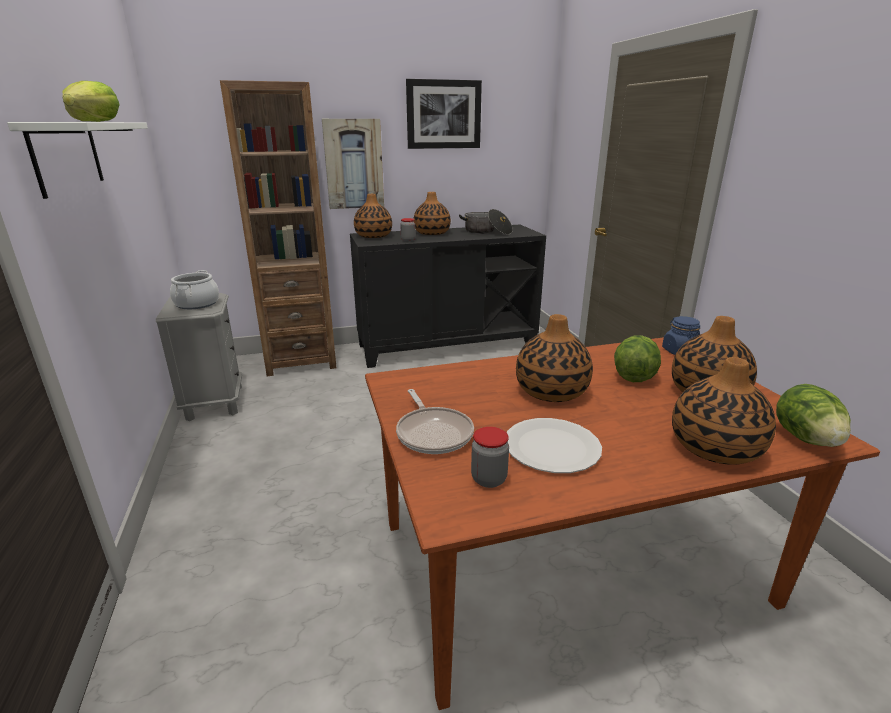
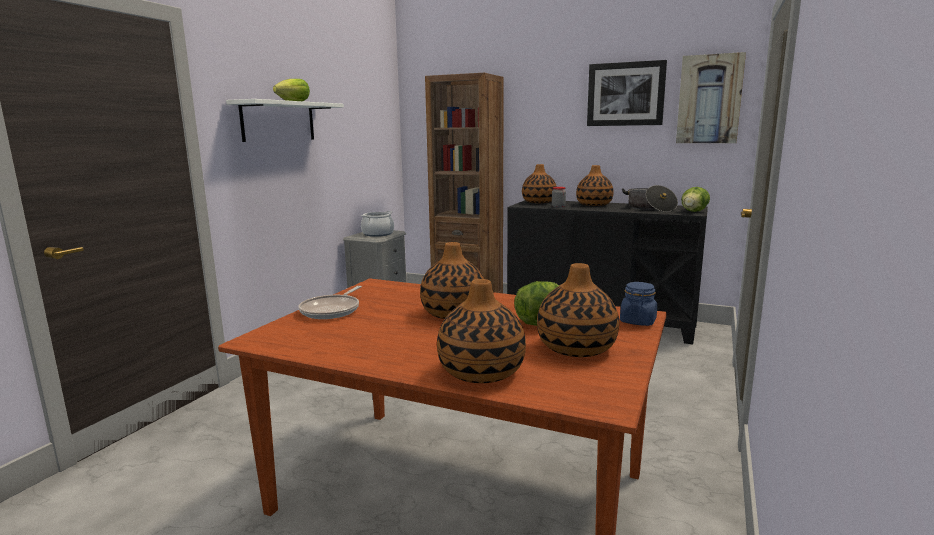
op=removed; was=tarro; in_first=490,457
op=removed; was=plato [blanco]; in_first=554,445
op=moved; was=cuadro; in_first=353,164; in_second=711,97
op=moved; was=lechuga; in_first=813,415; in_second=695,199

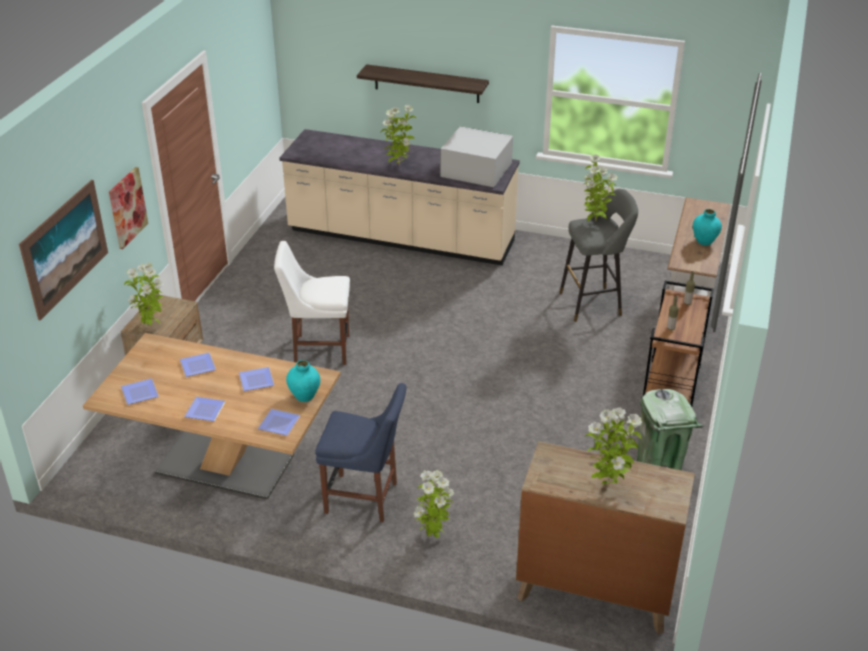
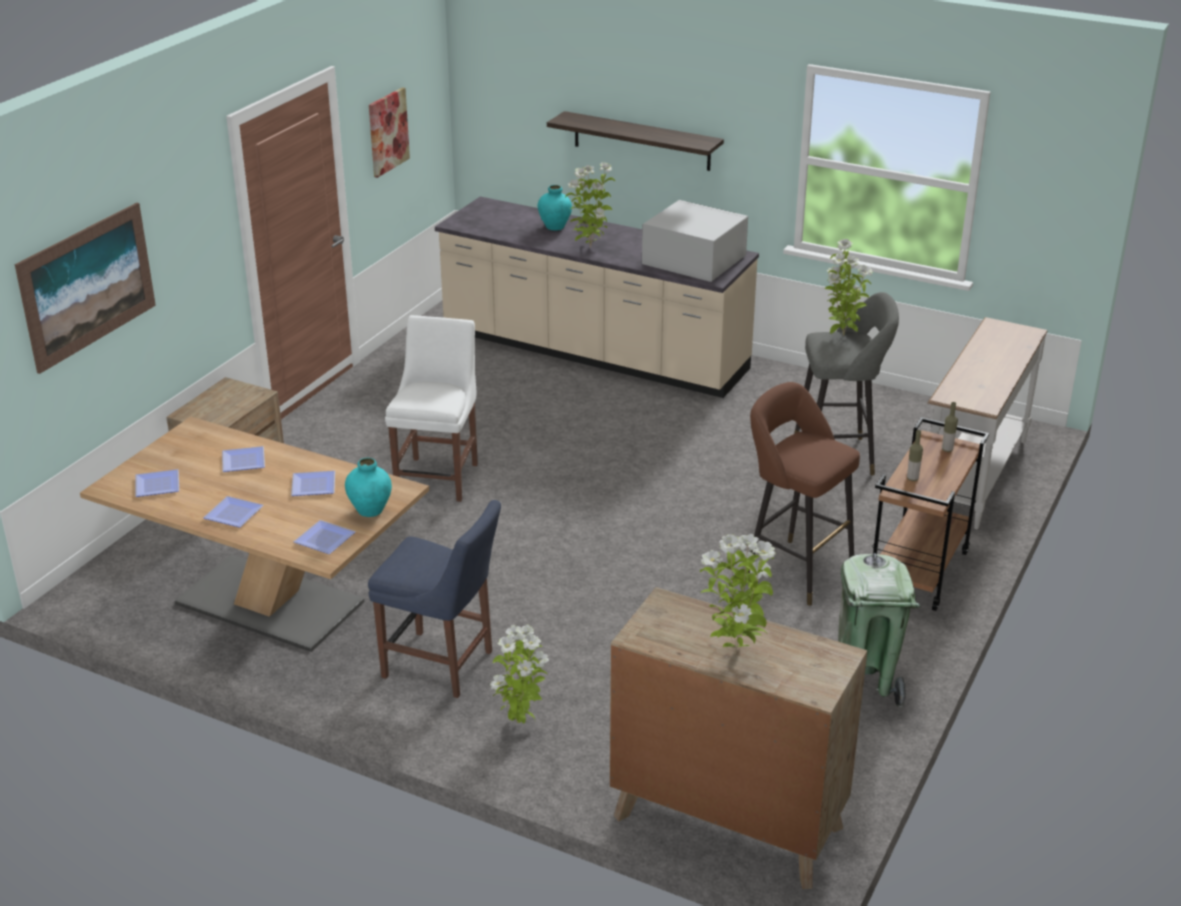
op=removed; was=planta en maceta; in_first=144,294
op=added; now=taburete [marrón]; in_second=804,494
op=moved; was=cuadro; in_first=128,208; in_second=389,132
op=moved; was=florero [turquesa]; in_first=707,227; in_second=555,208
op=turned; was=silla [blanco]; in_first=312,303; in_second=431,408; clockwise=90

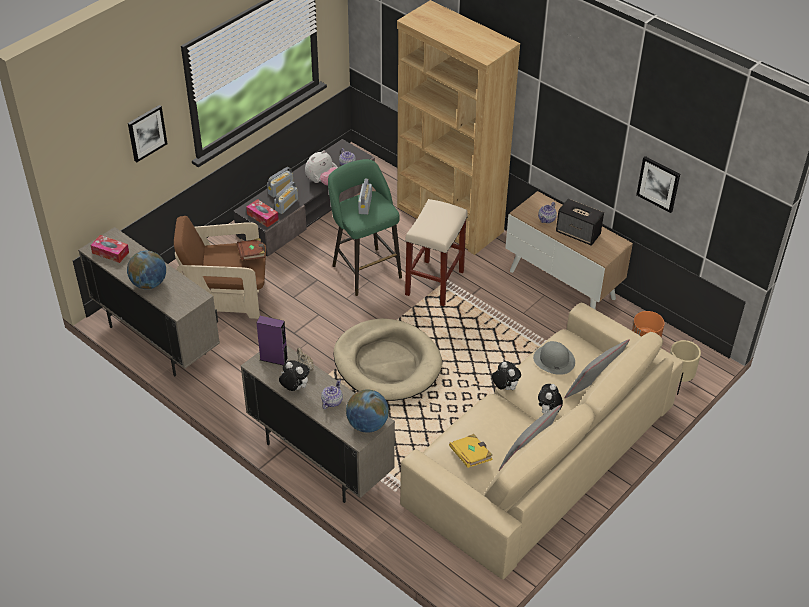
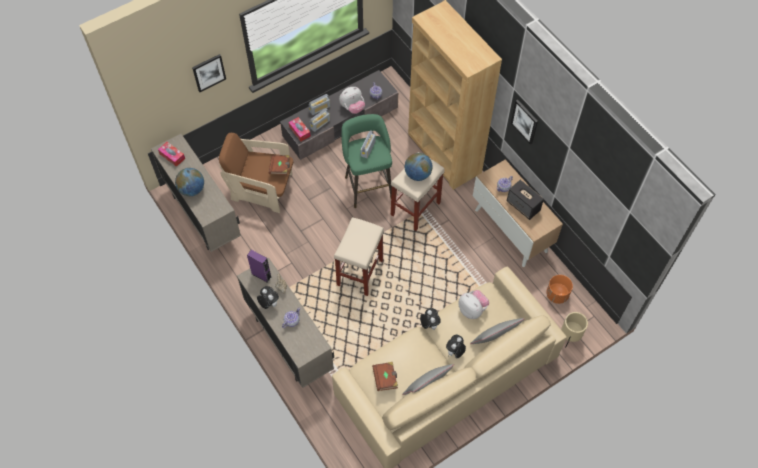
op=moved; was=globo terráqueo; in_first=367,411; in_second=418,167
op=moved; was=cuadro; in_first=658,184; in_second=524,122
op=replaced; was=cama para perro [beis]; now=taburete [beis]; in_first=387,359; in_second=359,256
op=replaced; was=sombrero [gris]; now=peluche; in_first=554,358; in_second=473,304
op=recoloured; was=libro [amarillo]; now=libro [marrón]; in_first=471,451; in_second=385,376

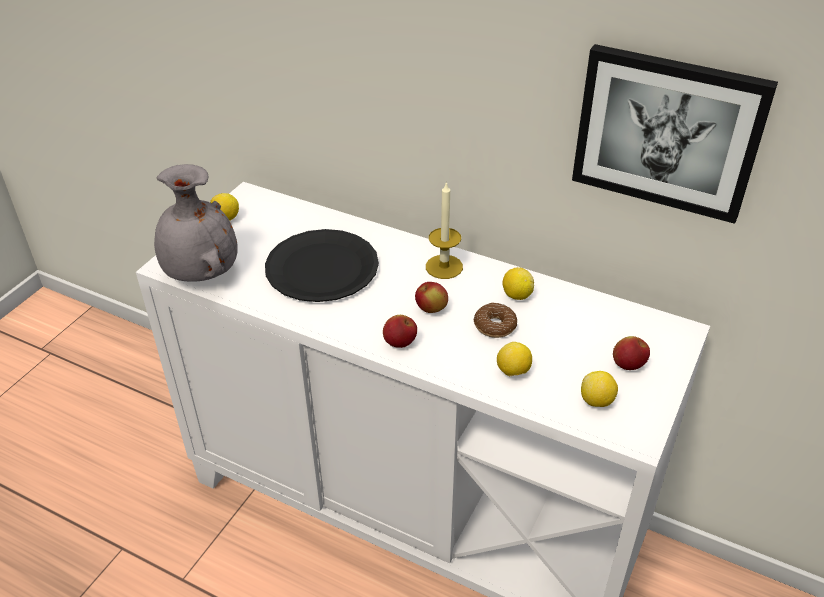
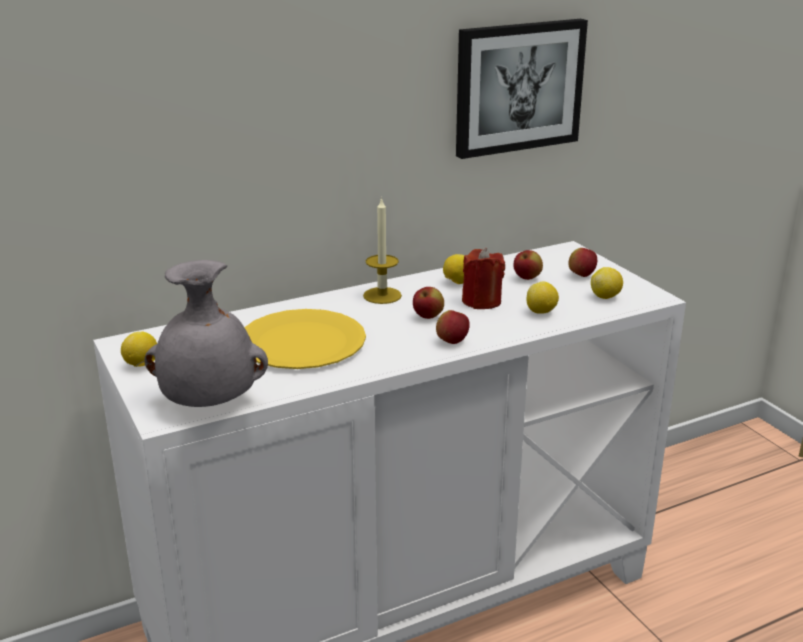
op=added; now=manzana; in_second=528,265
op=replaced; was=rosquilla; now=vela [rojo]; in_first=495,320; in_second=483,278
op=recoloured; was=plato [negro]; now=plato [amarillo]; in_first=322,265; in_second=305,339

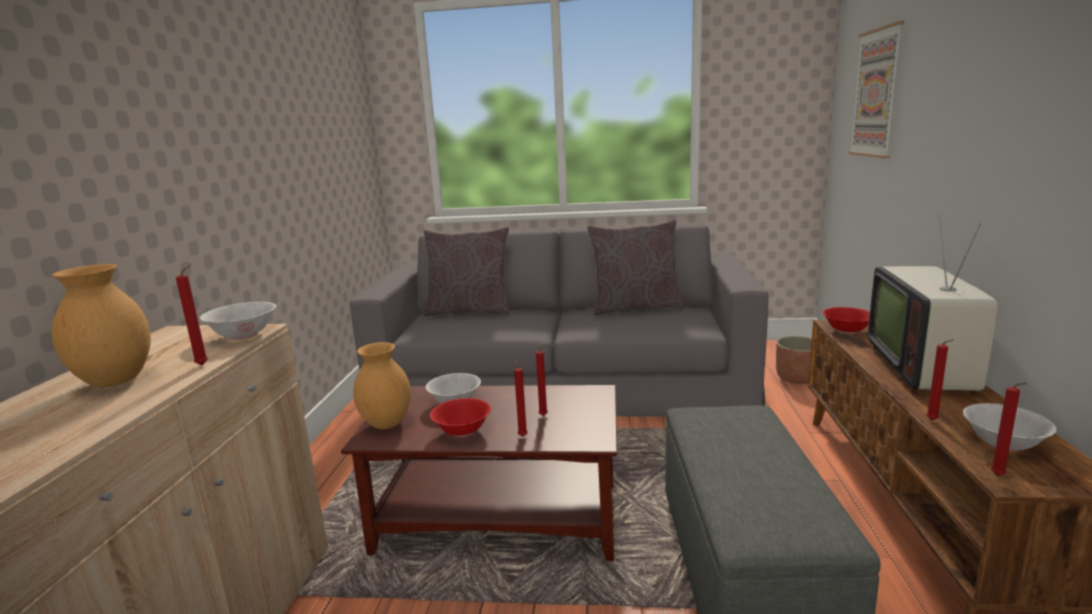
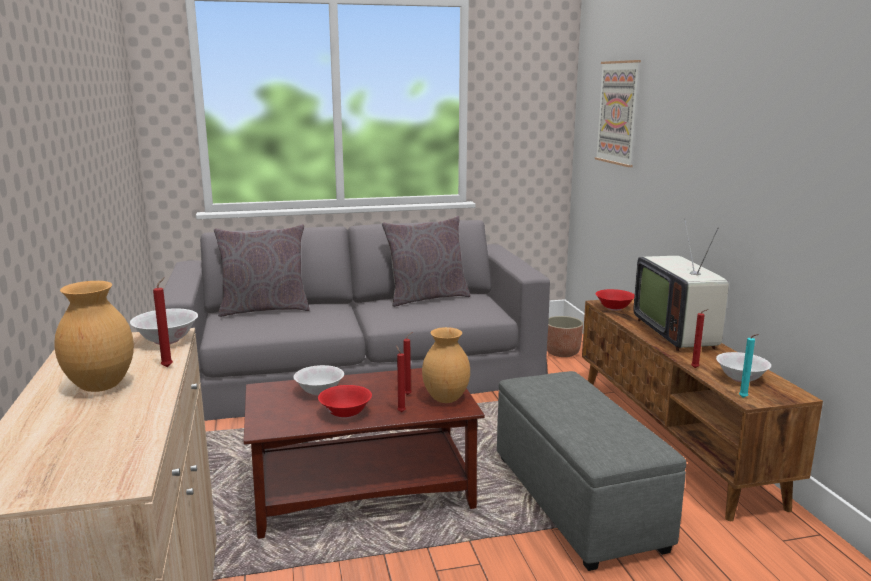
op=moved; was=florero [marrón]; in_first=382,385; in_second=446,365
op=recoloured; was=vela [rojo]; now=vela [turquesa]; in_first=1008,429; in_second=749,366

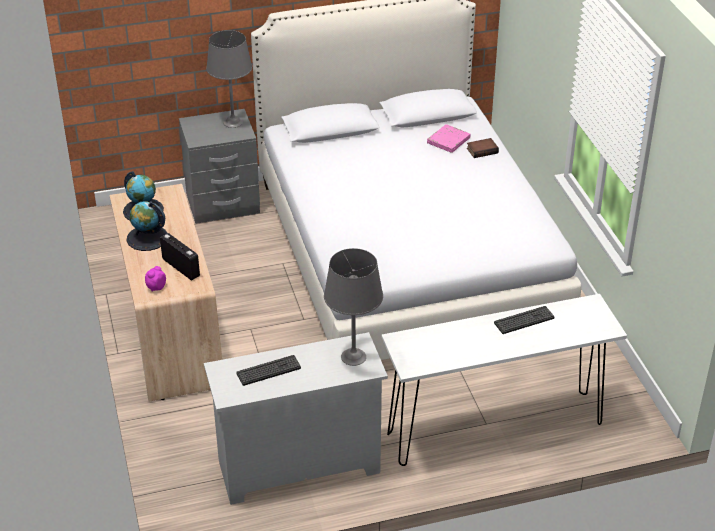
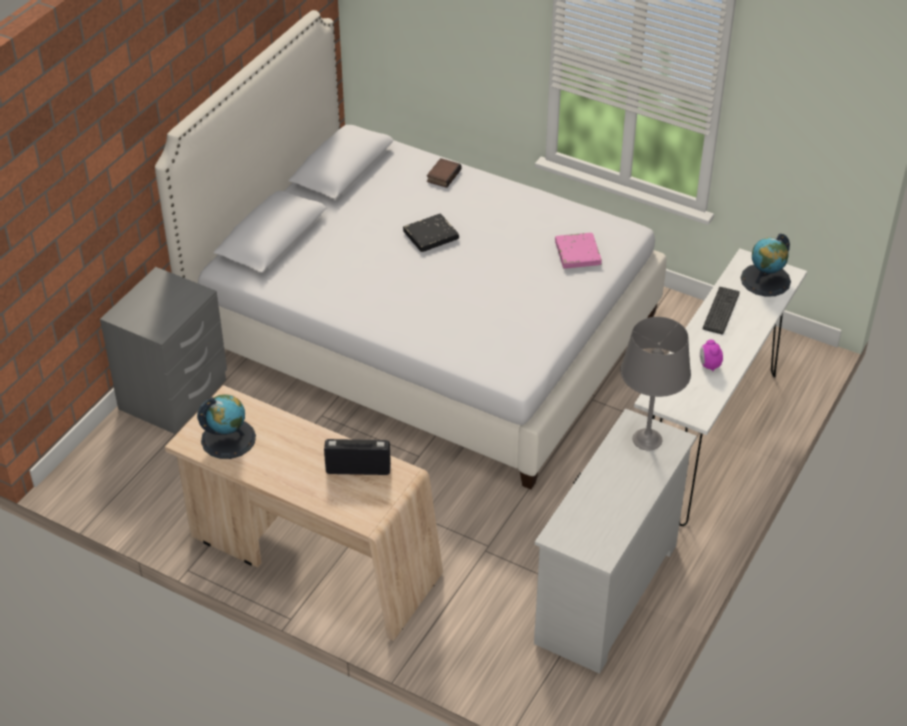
op=removed; was=lámpara de mesa [gris]; in_first=229,79
op=removed; was=teclado; in_first=268,370
op=added; now=libro [negro]; in_second=431,232
op=moved; was=globo terráqueo; in_first=147,226; in_second=766,265
op=moved; was=despertador; in_first=155,279; in_second=711,355
op=moved; was=libro [rosa]; in_first=449,138; in_second=578,251

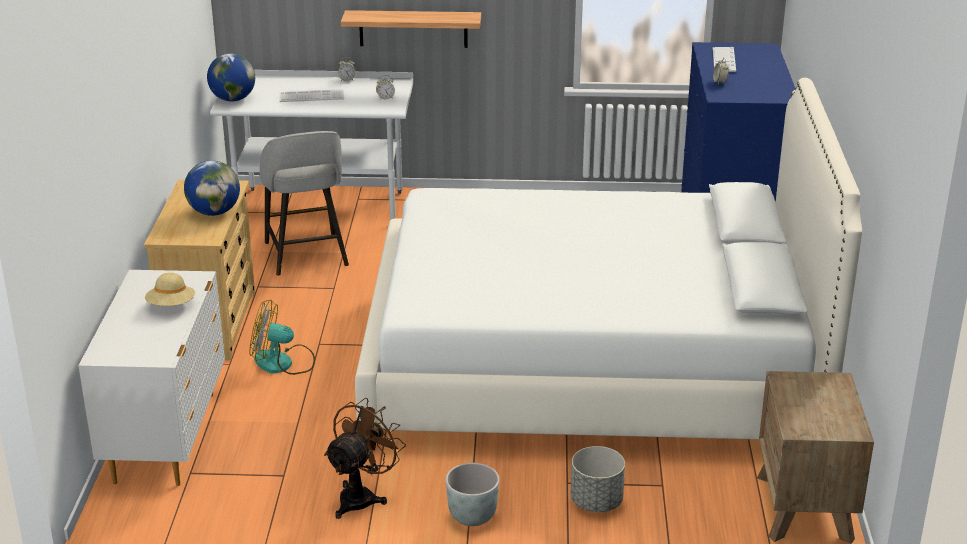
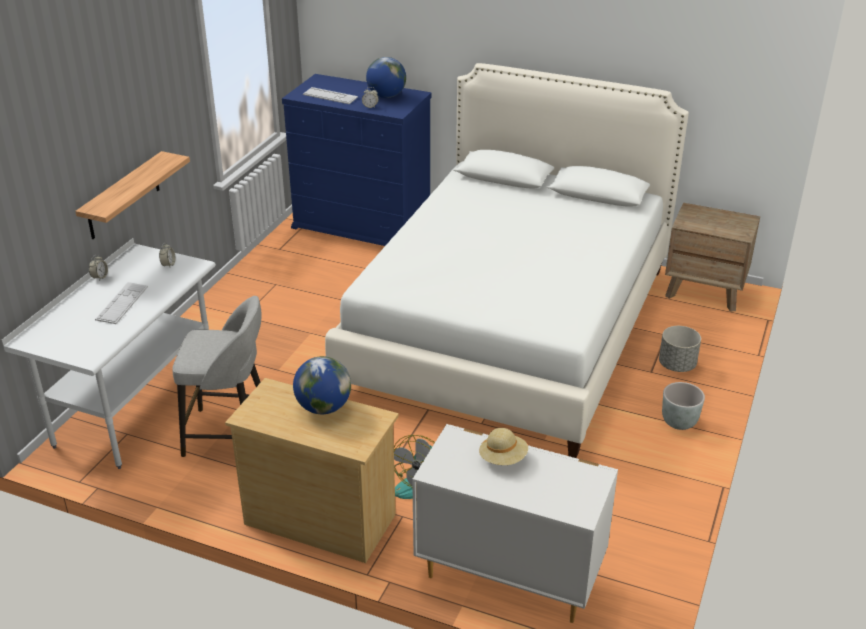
op=removed; was=ventilador [marrón]; in_first=365,458
op=moved; was=globo terráqueo; in_first=231,77; in_second=386,77

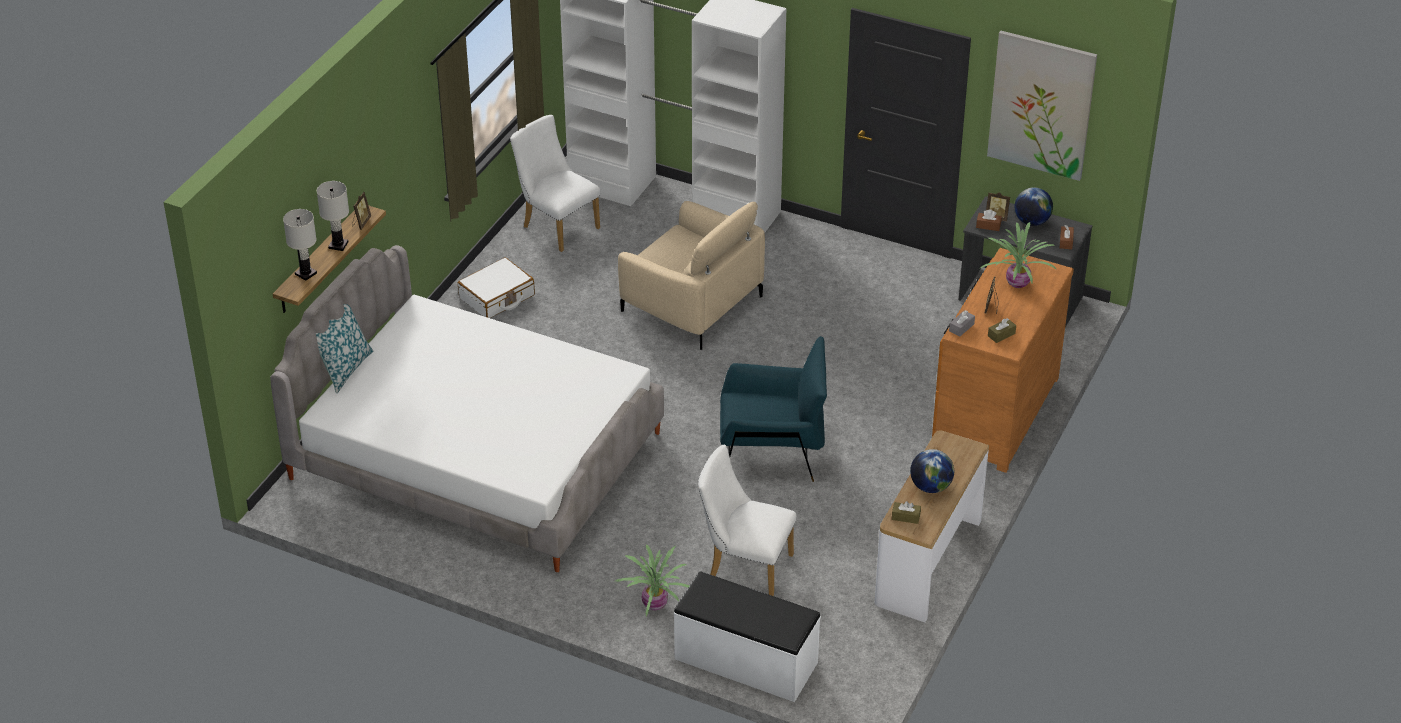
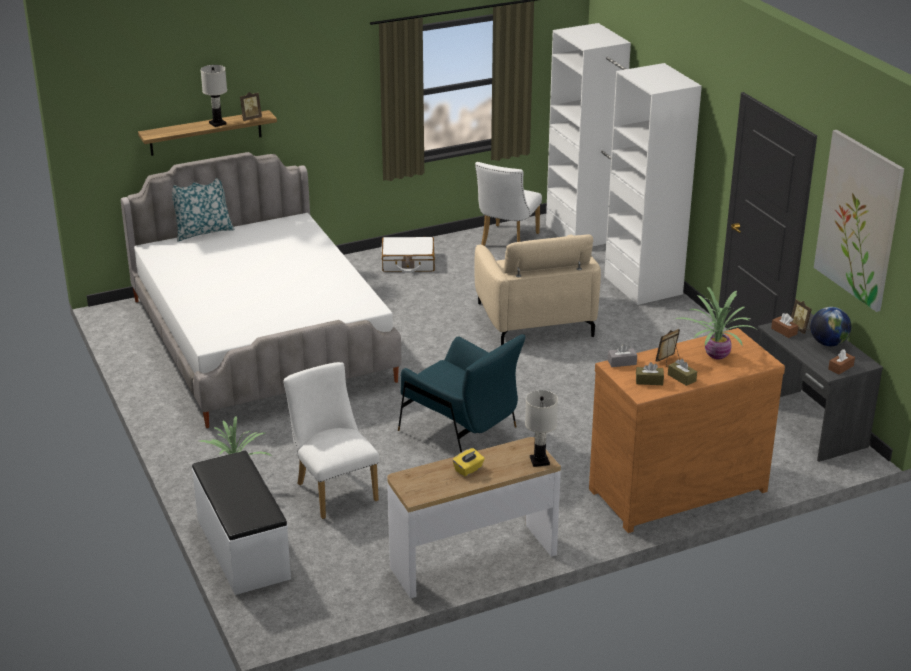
op=moved; was=lámpara de mesa [blanco]; in_first=300,245; in_second=541,428
op=moved; was=caja de pañuelos [marrón]; in_first=906,512; in_second=682,372
op=replaced; was=globo terráqueo; now=caja de pañuelos [amarillo]; in_first=932,471; in_second=469,462
op=turned; was=silla [blanco]; in_first=555,183; in_second=508,204; clockwise=-150

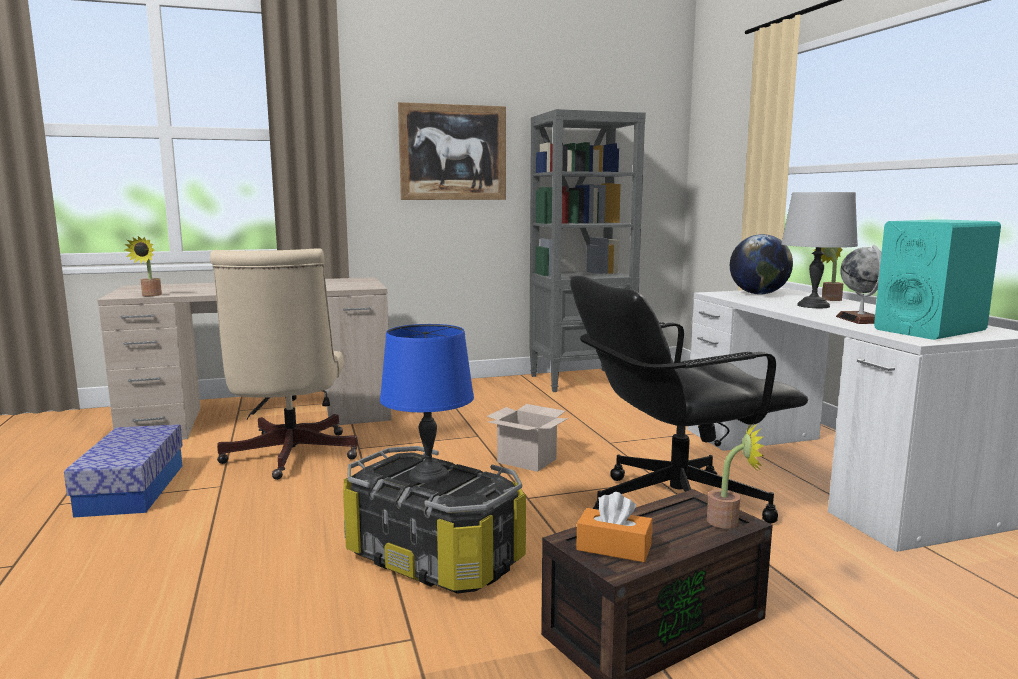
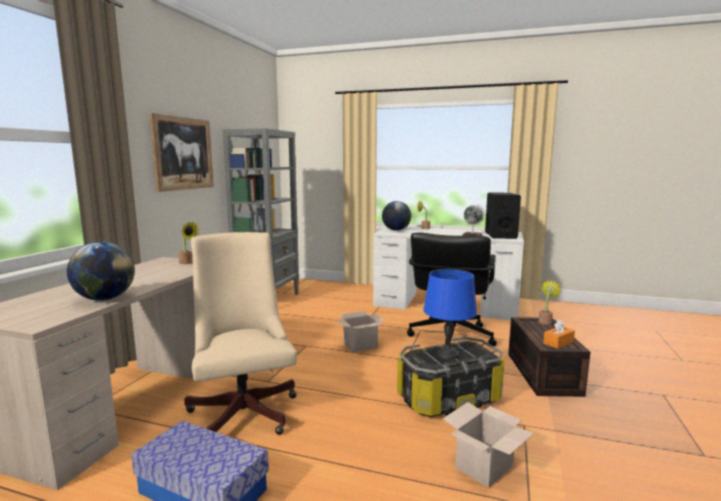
op=removed; was=lámpara de mesa [gris]; in_first=819,250
op=added; now=globo terráqueo; in_second=101,271
op=added; now=caja de cartón; in_second=488,445
op=moved; was=planta en maceta; in_first=143,266; in_second=189,242
op=recoloured; was=altavoz [turquesa]; now=altavoz [negro]; in_first=937,279; in_second=503,215
op=turned; was=silla de oficina [beis]; in_first=284,364; in_second=240,333; clockwise=-135

